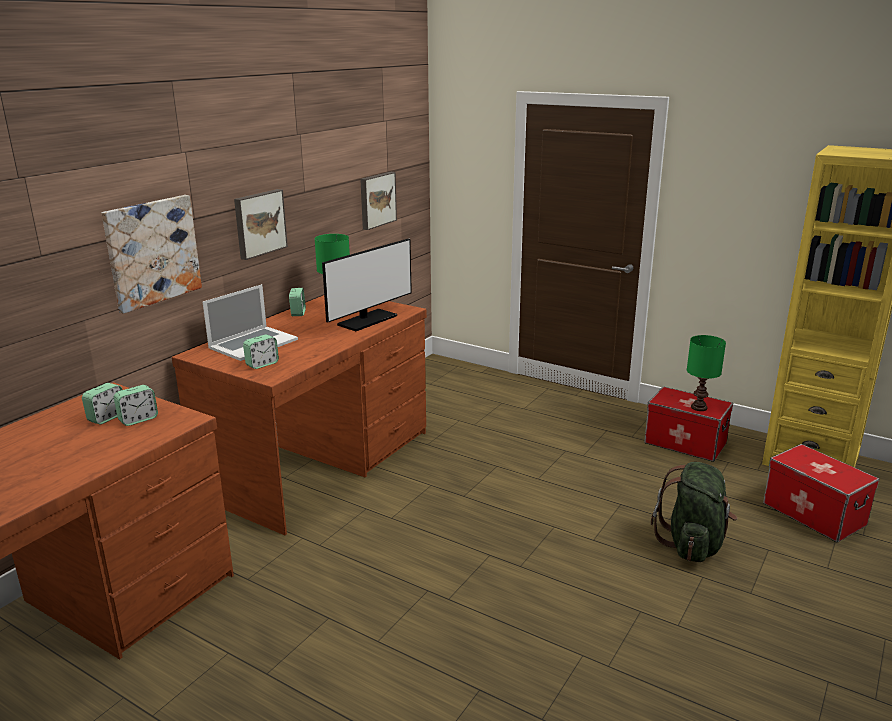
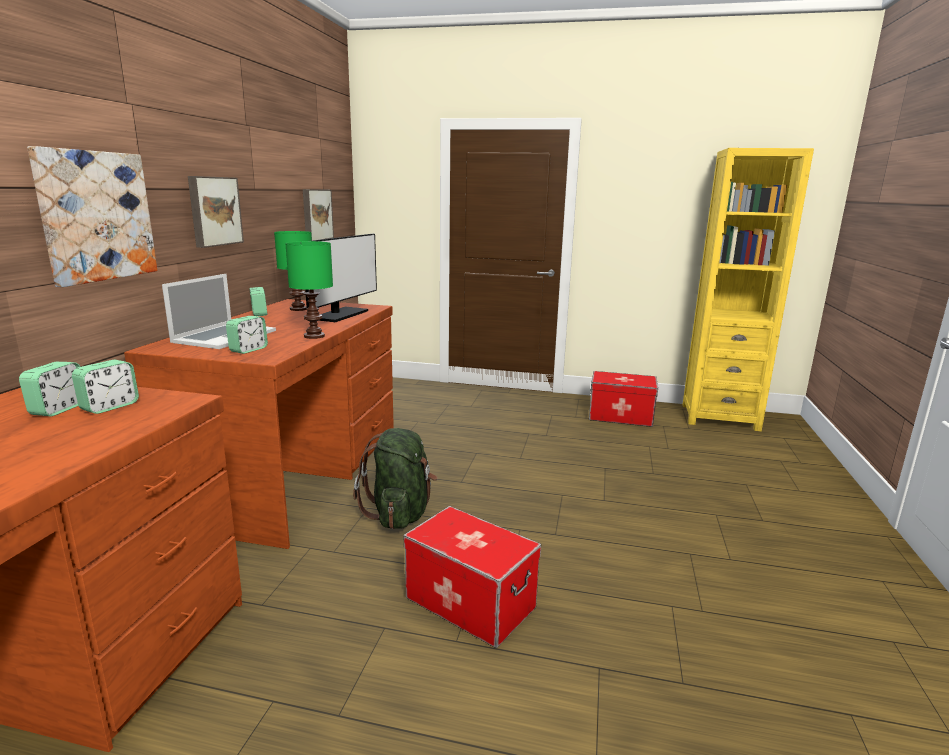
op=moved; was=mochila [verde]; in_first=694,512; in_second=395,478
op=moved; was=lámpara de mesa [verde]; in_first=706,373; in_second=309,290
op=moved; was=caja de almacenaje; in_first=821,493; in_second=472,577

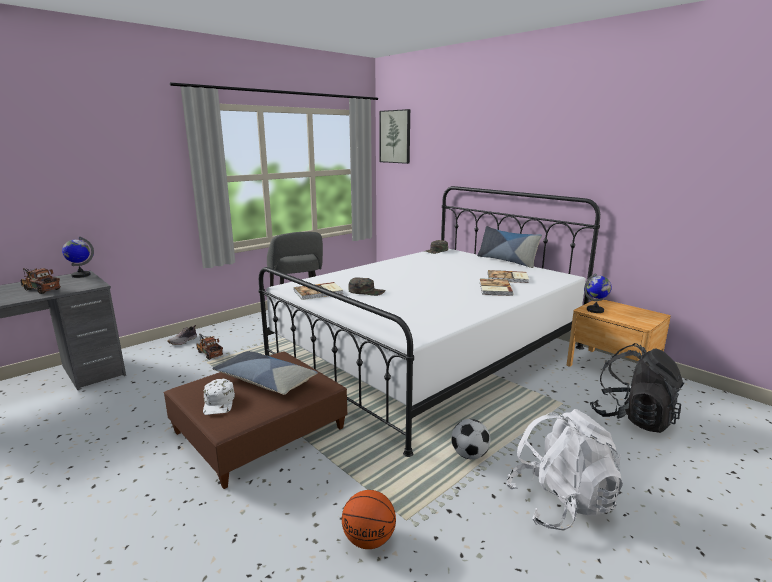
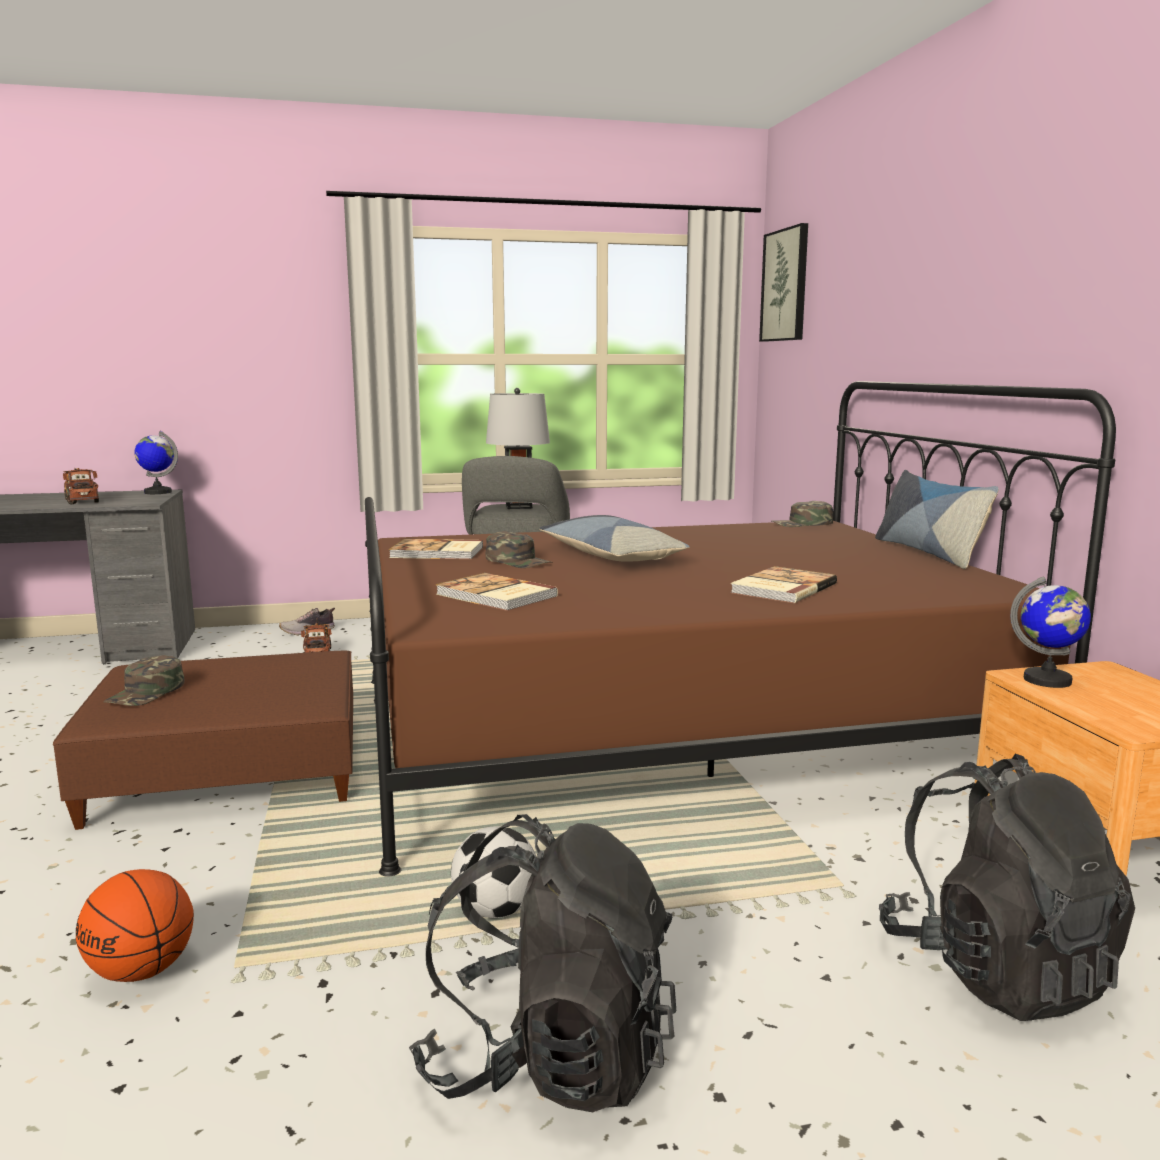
op=added; now=lámpara de mesa [gris]; in_second=518,448
op=moved; was=cojín; in_first=265,373; in_second=614,538
op=moved; was=libro; in_first=508,276; in_second=497,592
op=recoloured; was=gorra [blanco]; now=gorra [verde]; in_first=219,397; in_second=143,680
op=recoloured; was=cama [blanco]; now=cama [marrón]; in_first=429,321; in_second=740,629
op=recoloured; was=mochila [blanco]; now=mochila [negro]; in_first=564,469; in_second=542,963

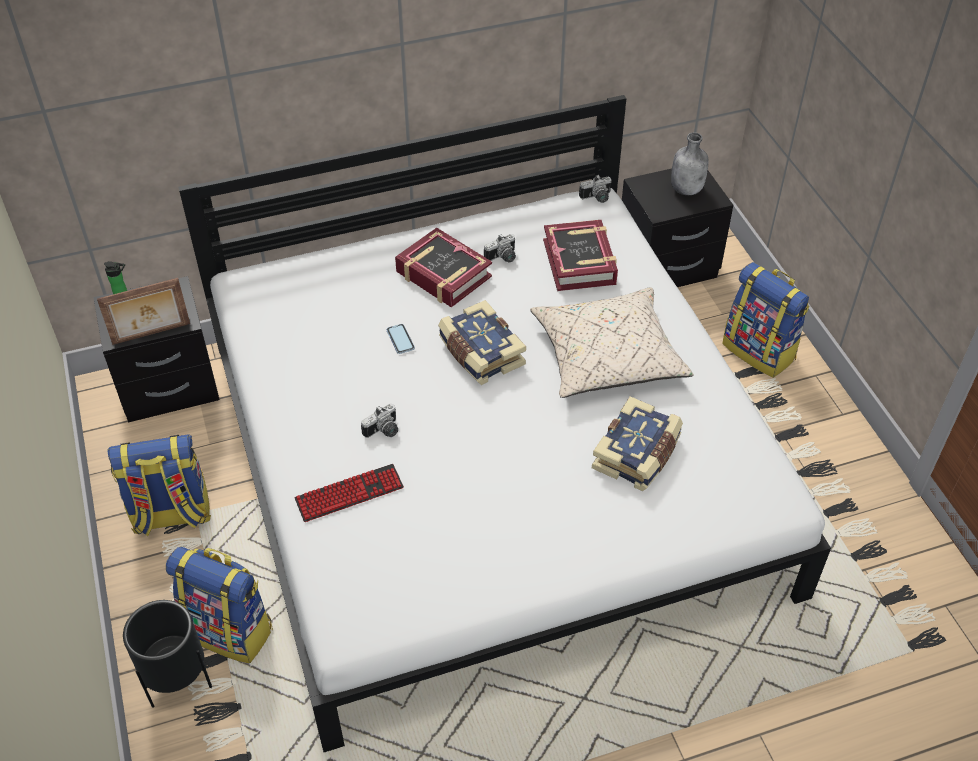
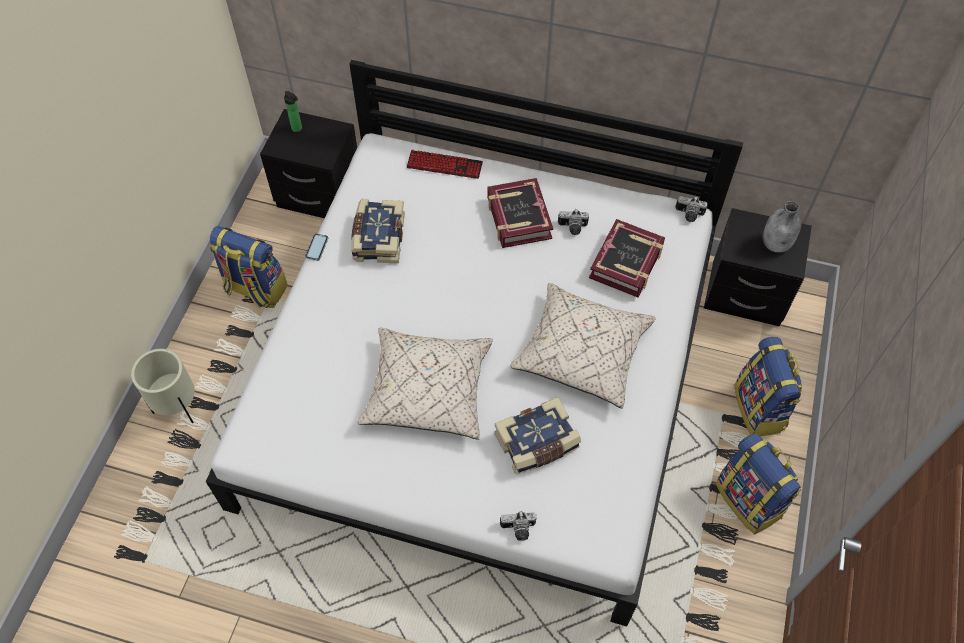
op=removed; was=portarretratos; in_first=143,311
op=added; now=cojín [beis]; in_second=425,384
op=moved; was=mochila; in_first=219,605; in_second=758,483
op=moved; was=teclado; in_first=349,493; in_second=445,164
op=moved; was=cámara; in_first=379,420; in_second=518,526
op=moved; was=móvil; in_first=401,339; in_second=316,247
op=moved; was=libro; in_first=482,342; in_second=378,231
op=recoloured; was=maceta [negro]; now=maceta [beis]; in_first=167,654; in_second=163,386

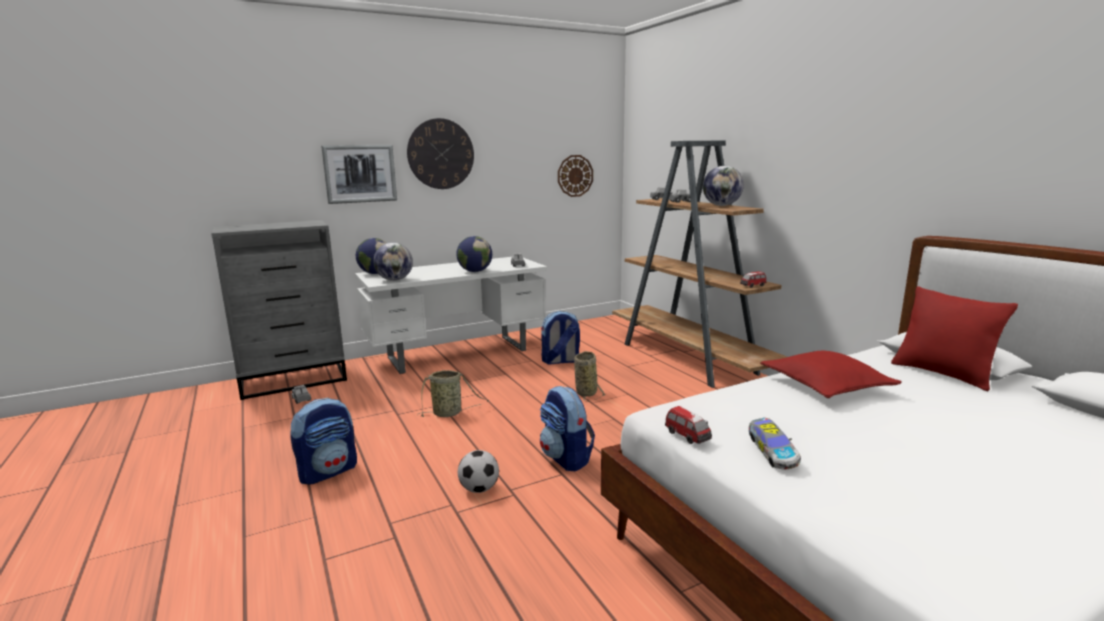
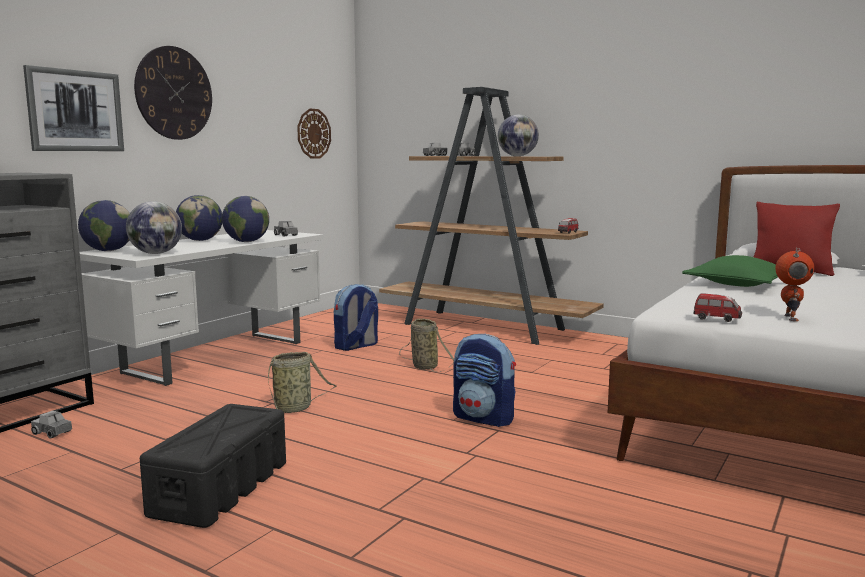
op=removed; was=balón de fútbol; in_first=478,471
op=added; now=globo terráqueo; in_second=199,218
op=replaced; was=mochila; now=caja de almacenaje [negro]; in_first=323,441; in_second=213,466
op=replaced; was=coche de juguete; now=robot de juguete; in_first=775,443; in_second=795,284
op=recoloured; was=cojín [rojo]; now=cojín [verde]; in_first=831,374; in_second=730,271

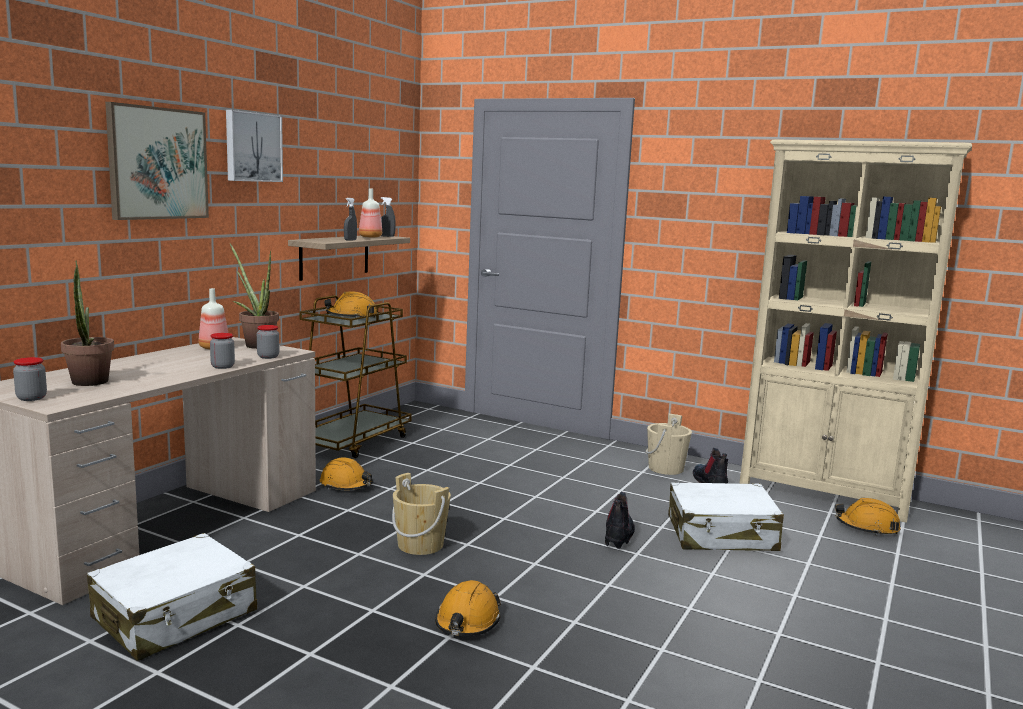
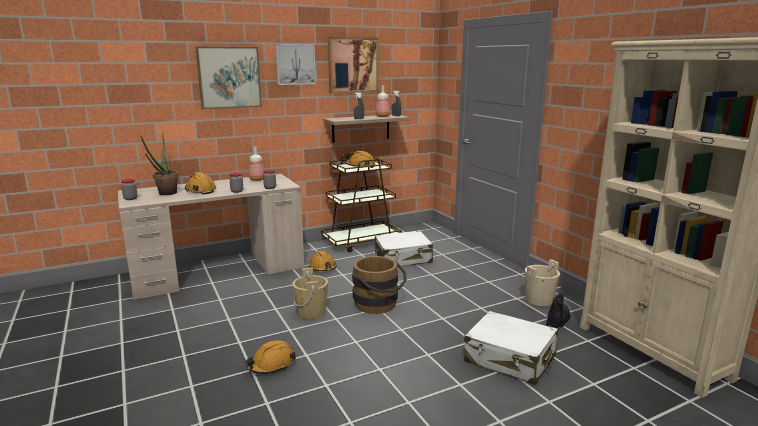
op=removed; was=planta en maceta; in_first=254,296
op=removed; was=bota; in_first=620,520
op=added; now=cuadro; in_second=353,65
op=added; now=cubo [marrón]; in_second=379,285
op=moved; was=maleta [blanco]; in_first=172,597; in_second=404,248
op=moved; was=casco [naranja]; in_first=868,517; in_second=200,183

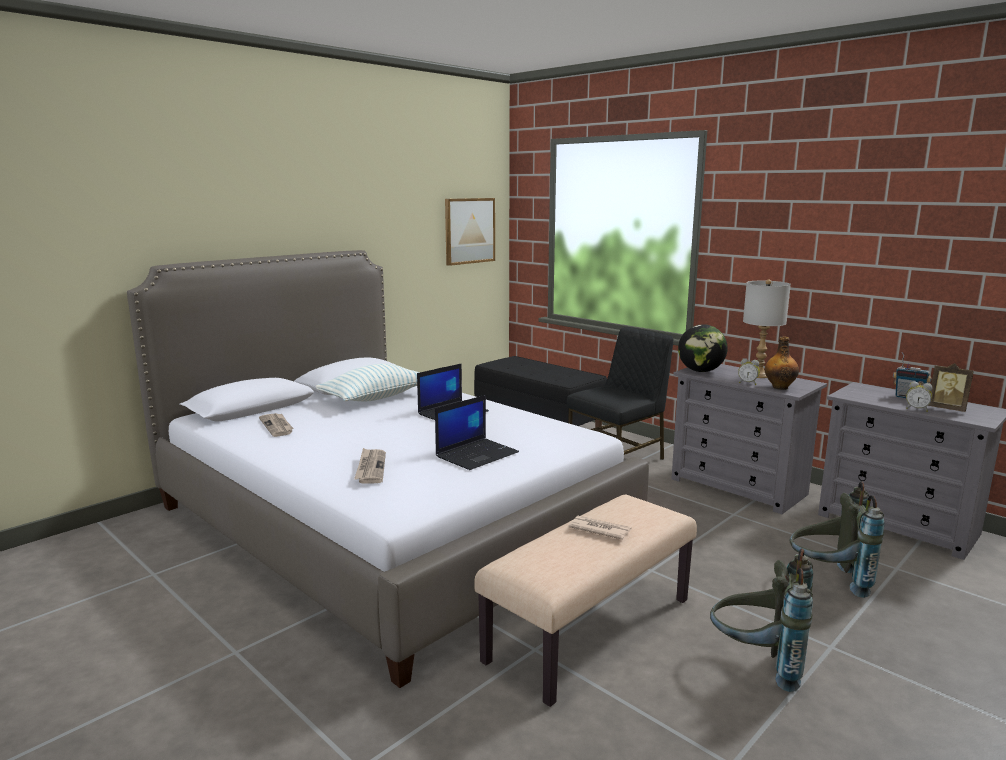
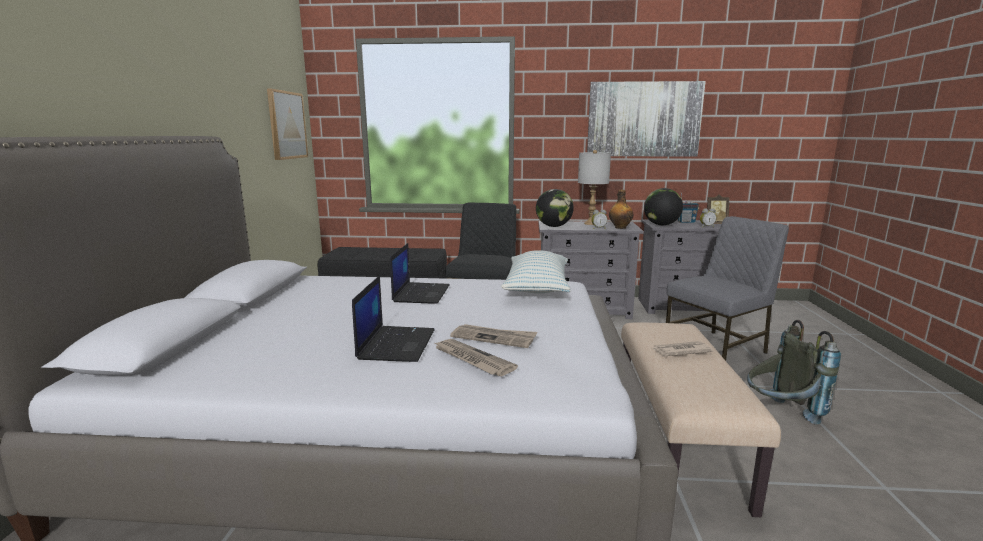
op=added; now=cuadro; in_second=646,119
op=added; now=globo terráqueo; in_second=663,206
op=moved; was=periódico; in_first=276,425; in_second=493,336
op=moved; was=cojín; in_first=367,382; in_second=536,272
op=moved; was=portátil; in_first=477,432; in_second=393,319
op=replaced; was=mochila [gris]; now=silla [gris]; in_first=837,539; in_second=727,288

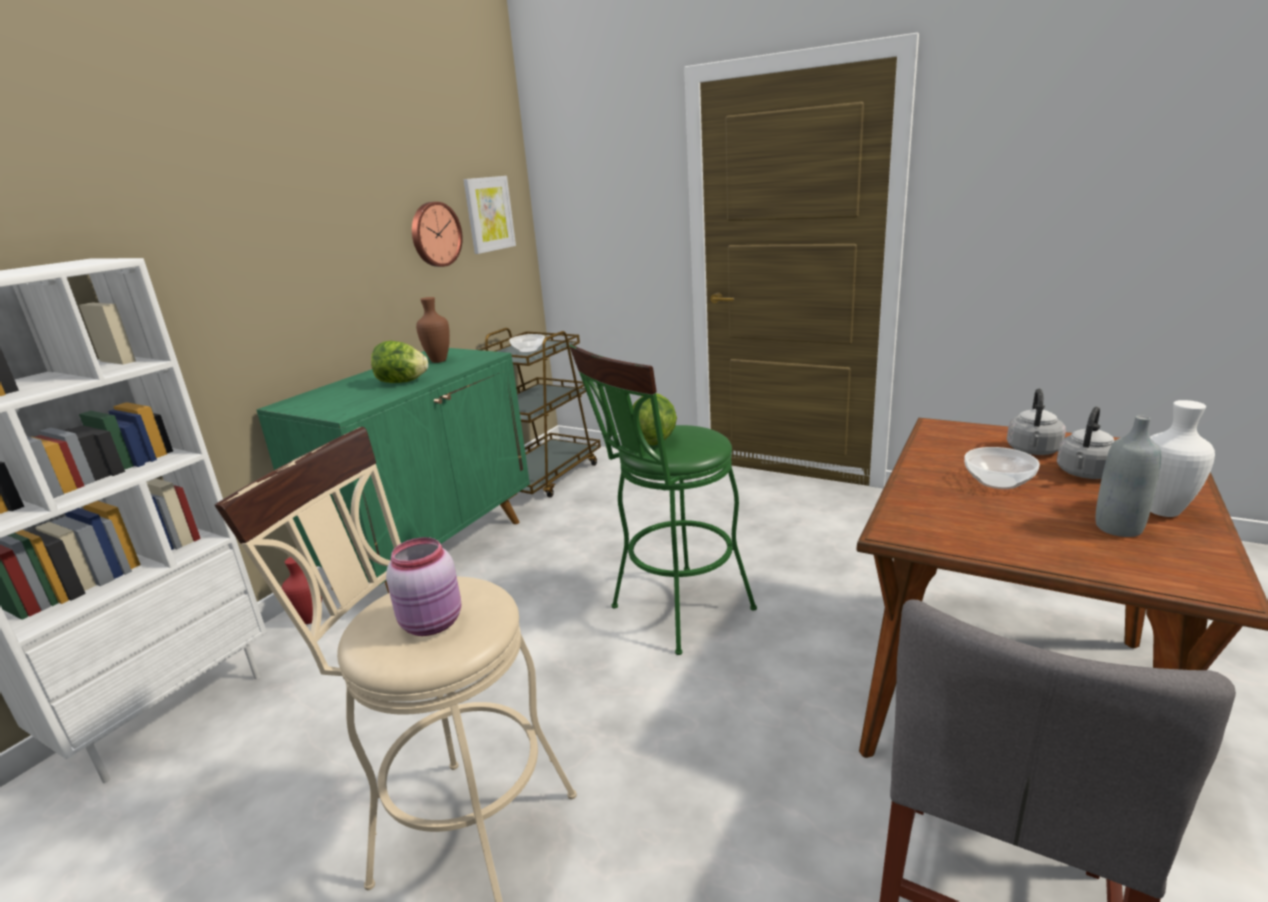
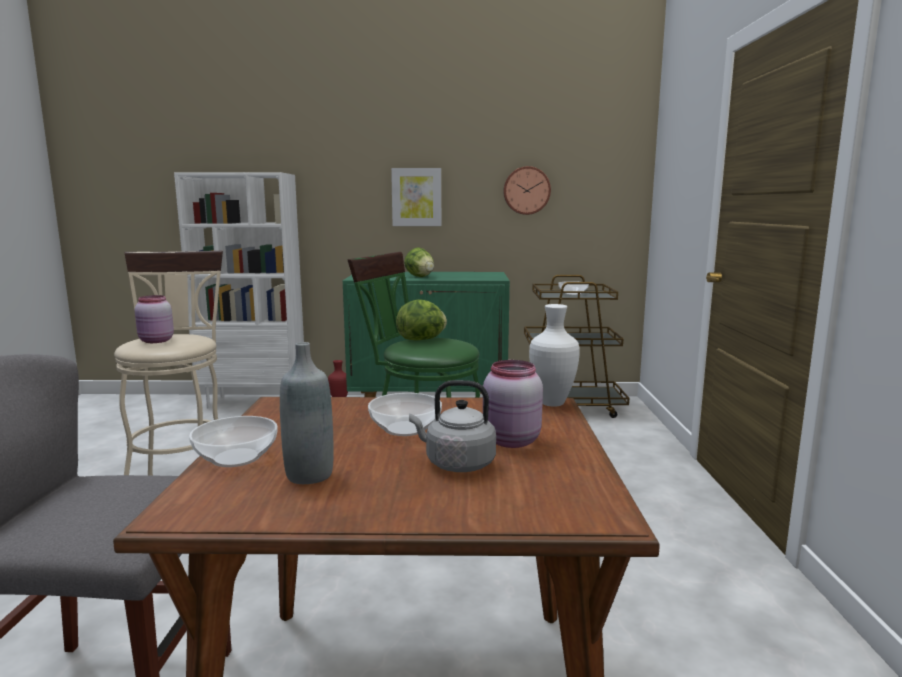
op=removed; was=florero [marrón]; in_first=433,330
op=added; now=cuenco; in_second=233,441
op=moved; was=cuadro; in_first=489,215; in_second=416,197
op=moved; was=florero [blanco]; in_first=1182,458; in_second=554,355
op=replaced; was=hervidor [gris]; now=tarro [rosa]; in_first=1036,422; in_second=513,404

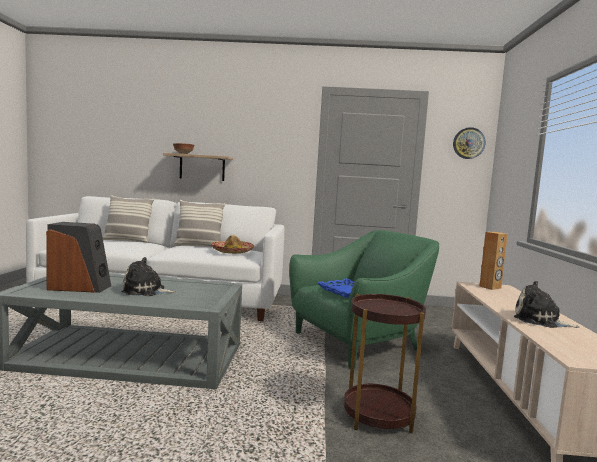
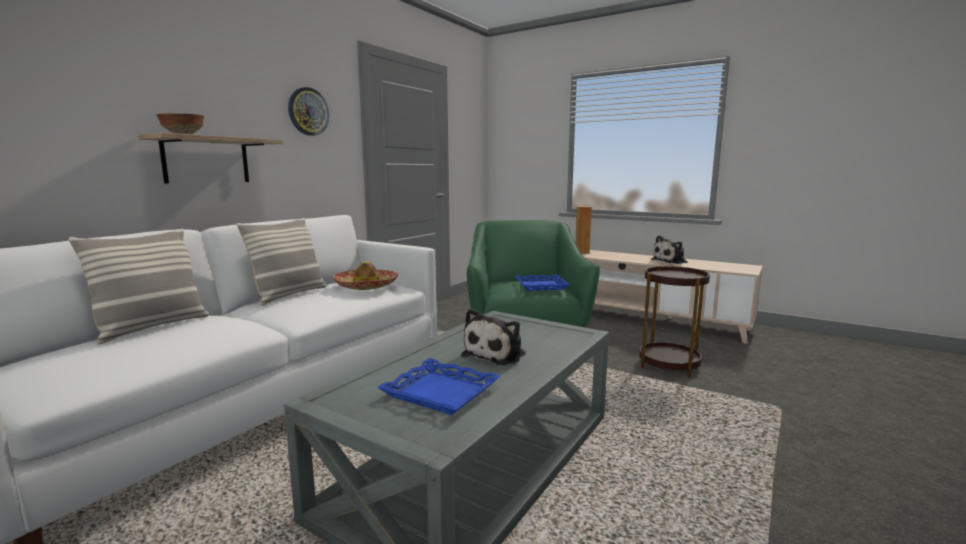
op=moved; was=reloj de pared; in_first=469,143; in_second=308,111
op=replaced; was=altavoz; now=bandeja [azul]; in_first=78,257; in_second=438,386

